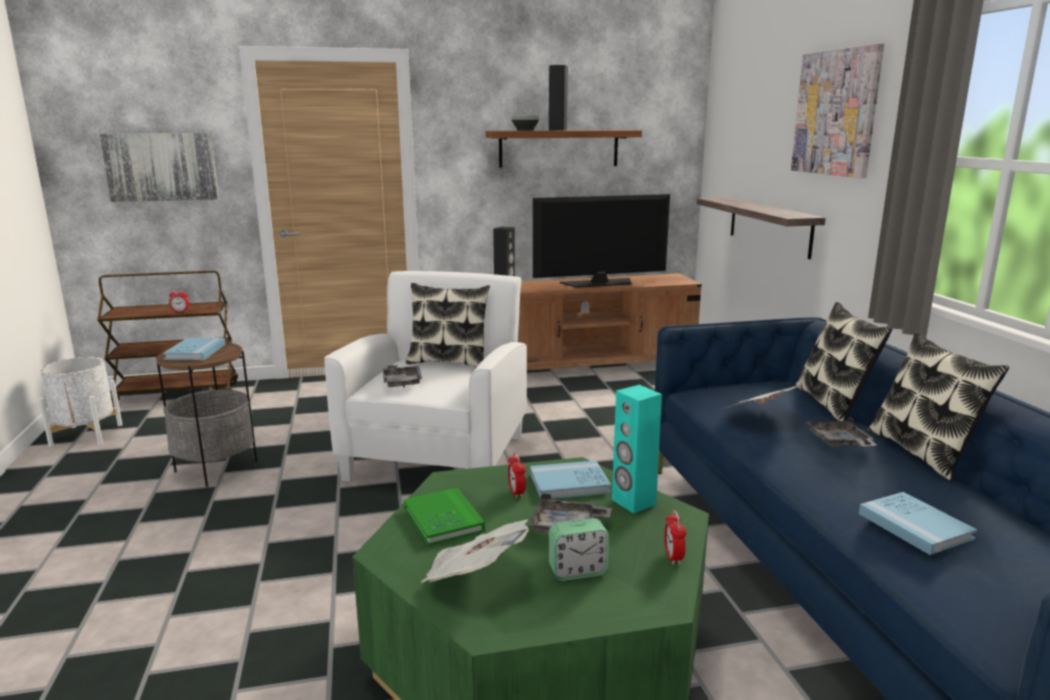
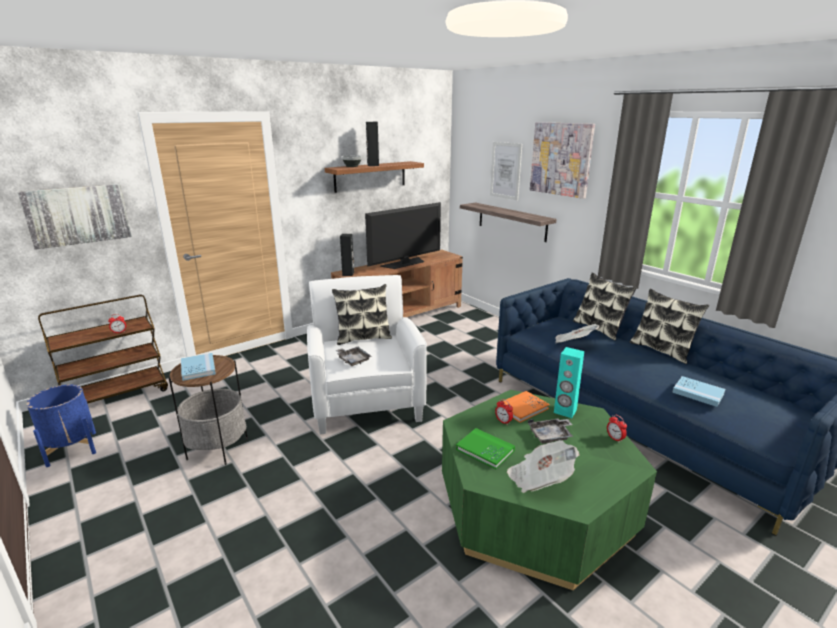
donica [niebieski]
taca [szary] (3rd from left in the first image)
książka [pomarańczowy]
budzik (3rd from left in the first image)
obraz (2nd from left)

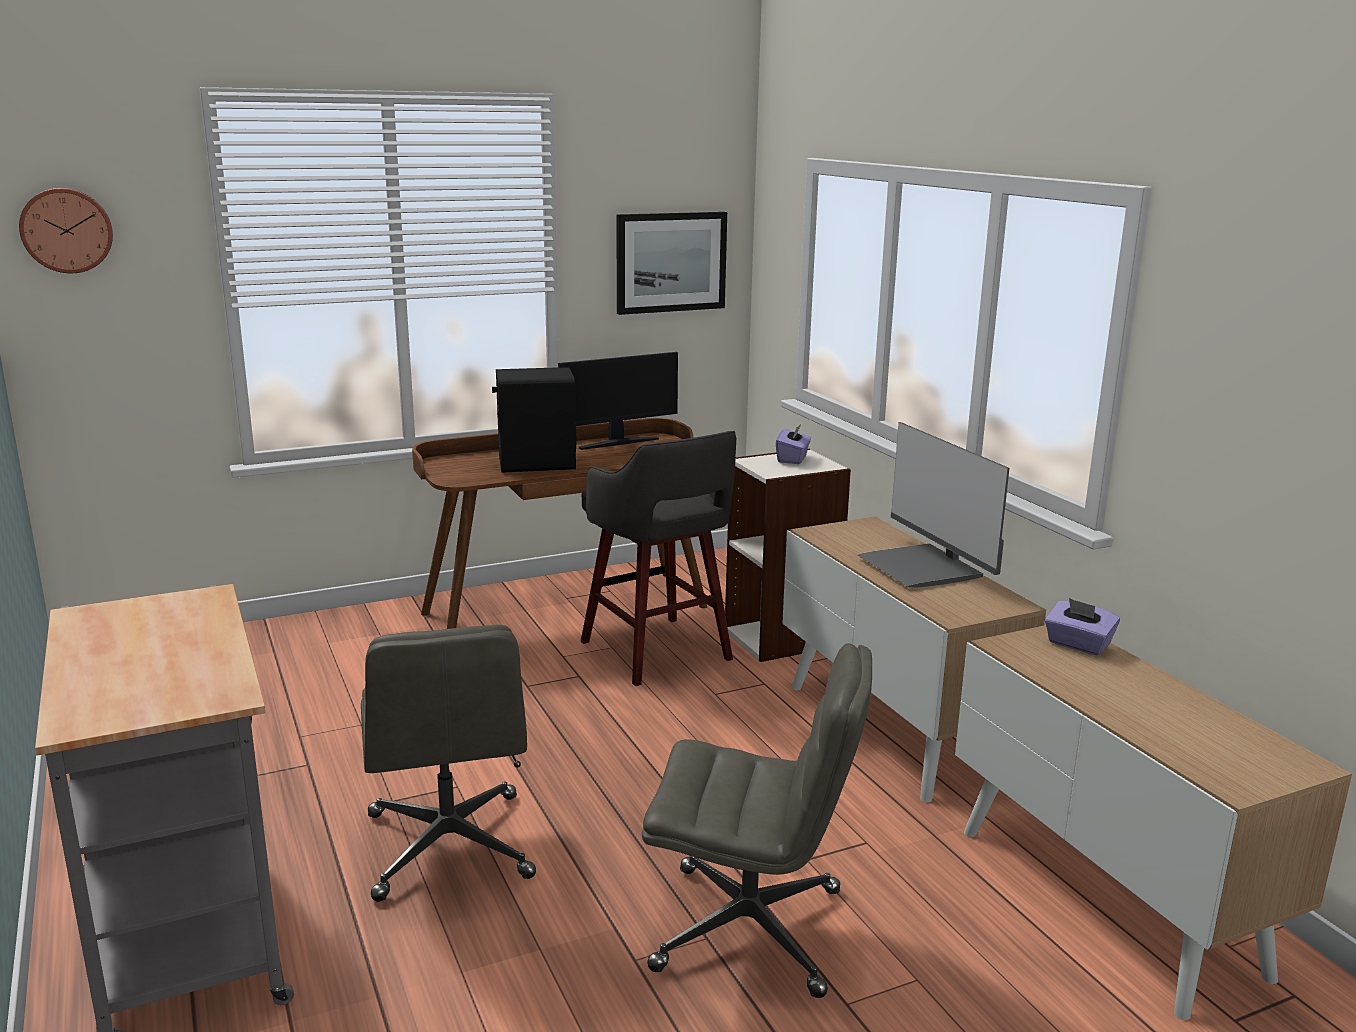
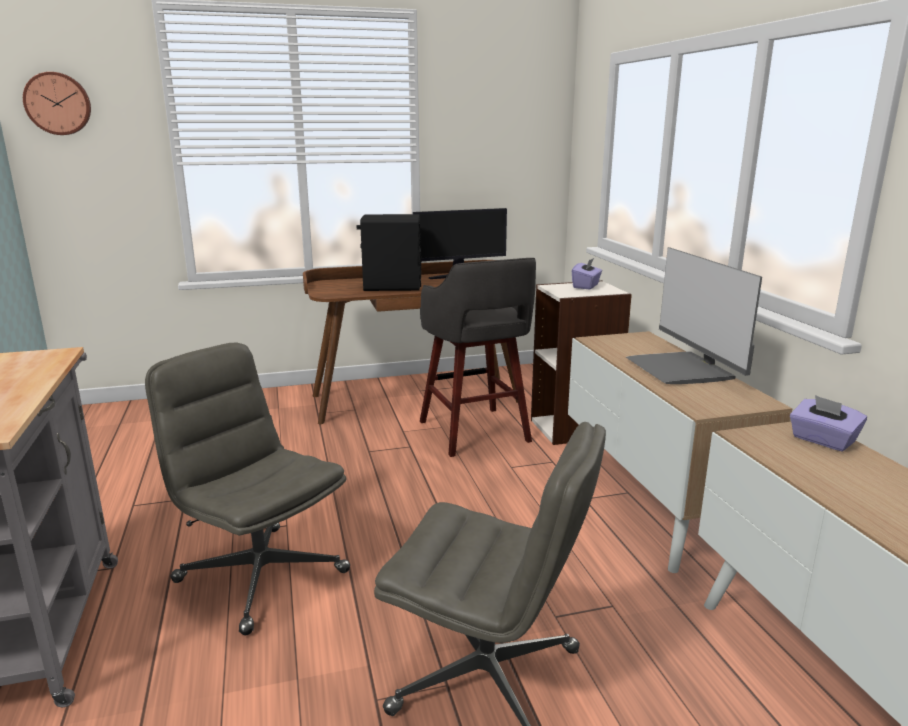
obraz
krzesło biurowe [szary] (1st from left)

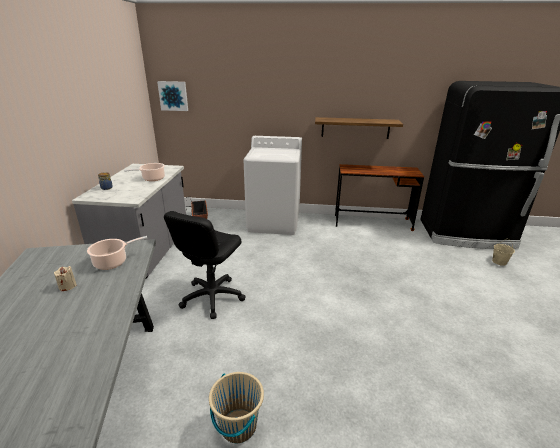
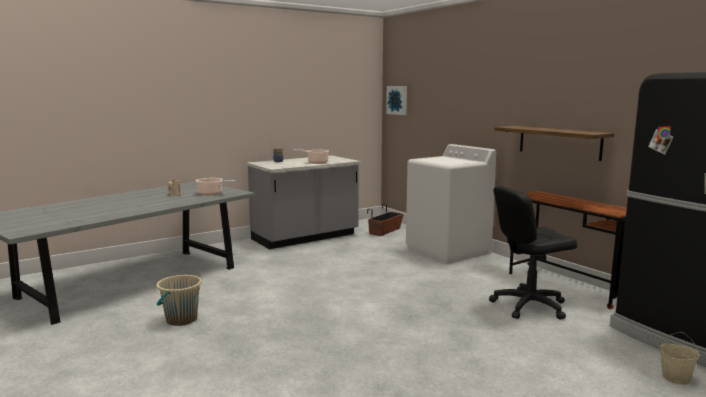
krzesło biurowe [czarny]

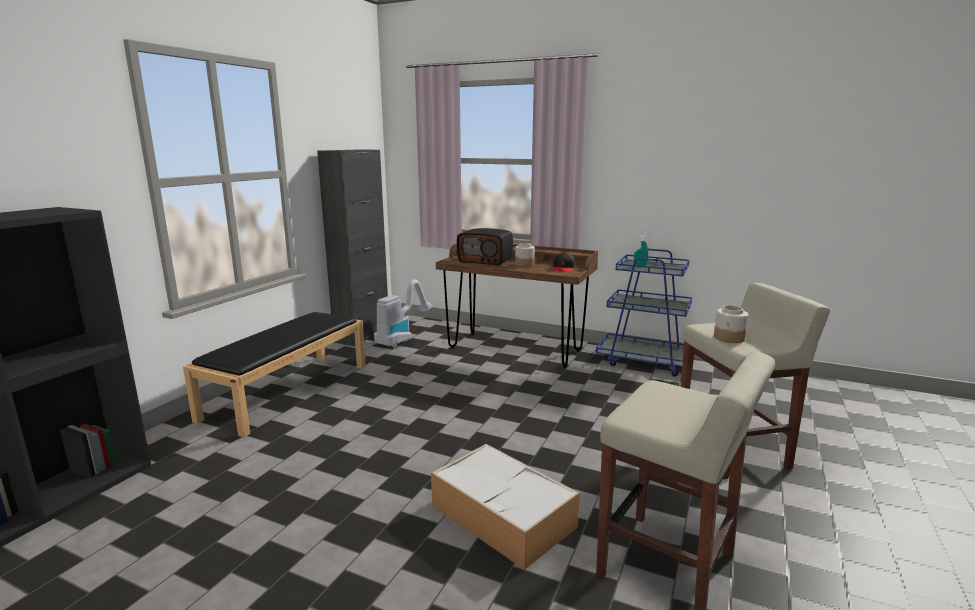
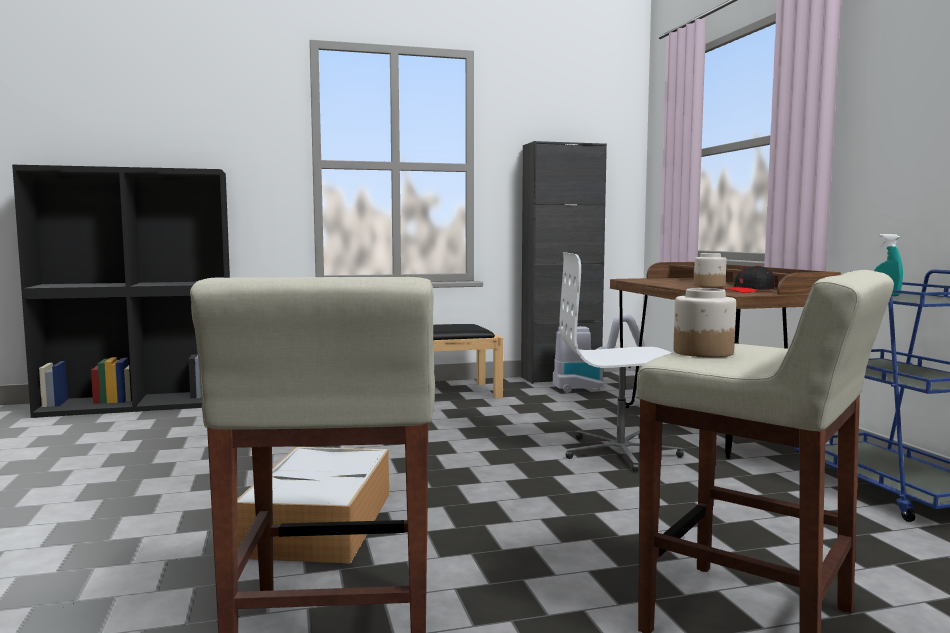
radio
krzesło biurowe [biały]

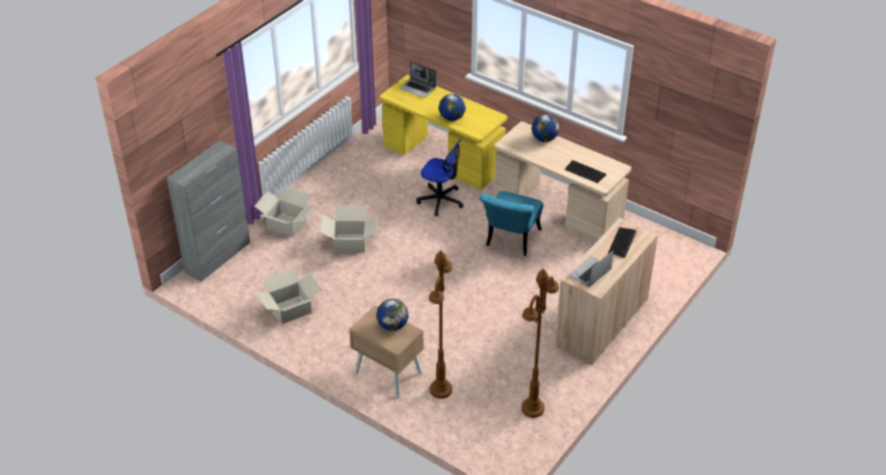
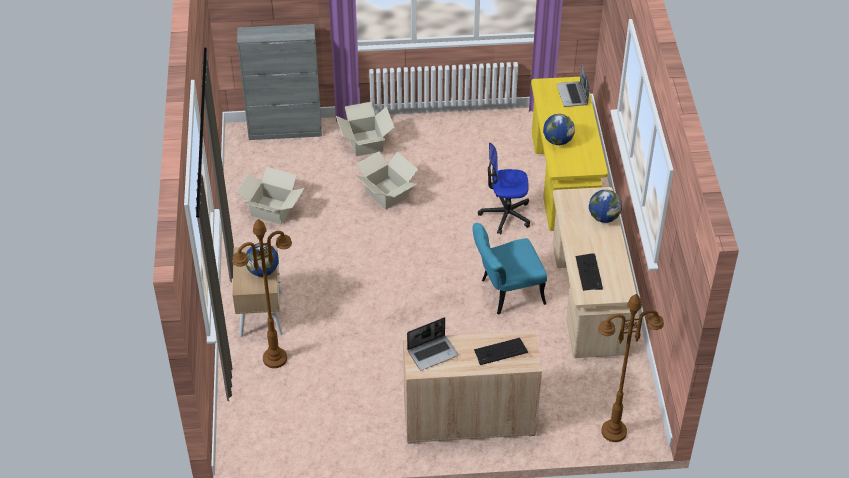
krzesło biurowe
laptop (1st from left)
lampa stojąca [brązowy] (2nd from left)

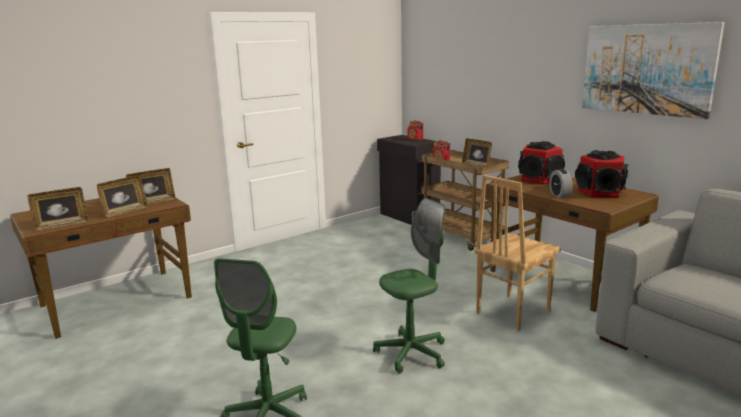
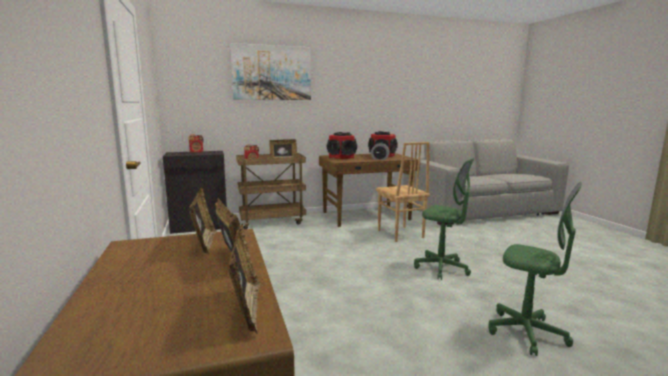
obraz
krzesło biurowe [zielony] (1st from left)

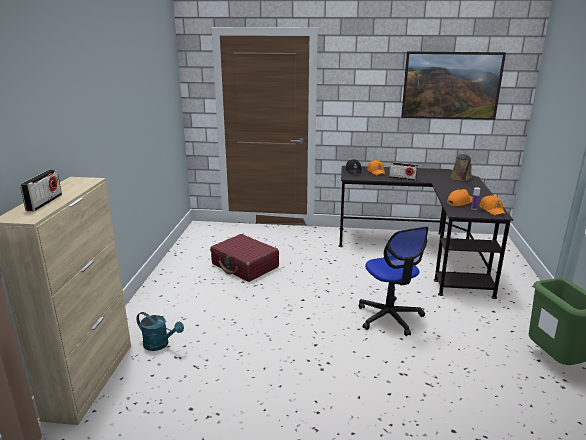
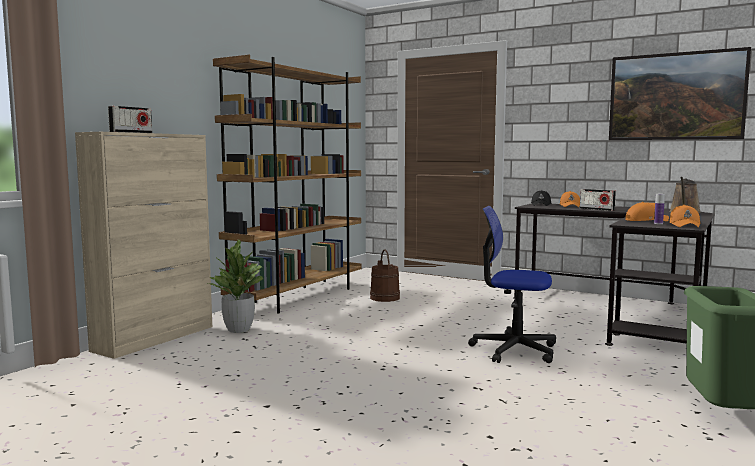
krzesło biurowe
wiadro [brązowy]
roślina doniczkowa
regał [brązowy]

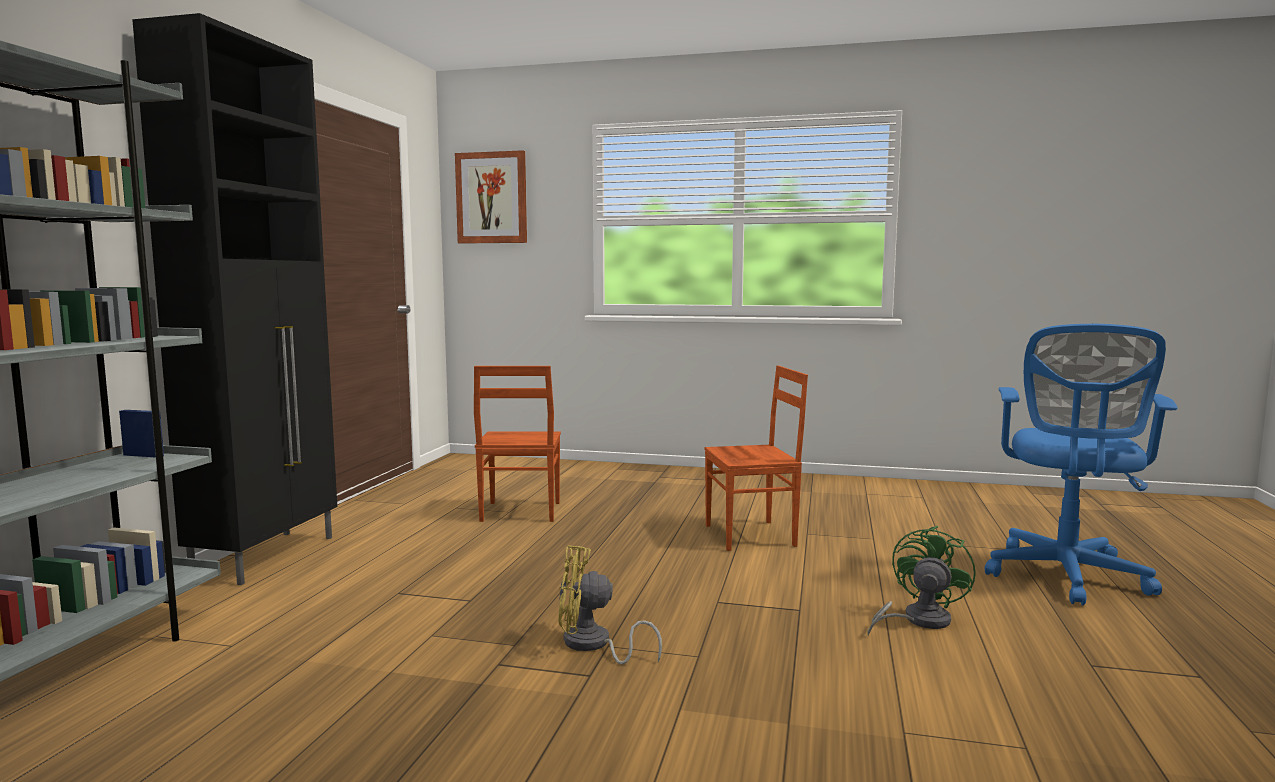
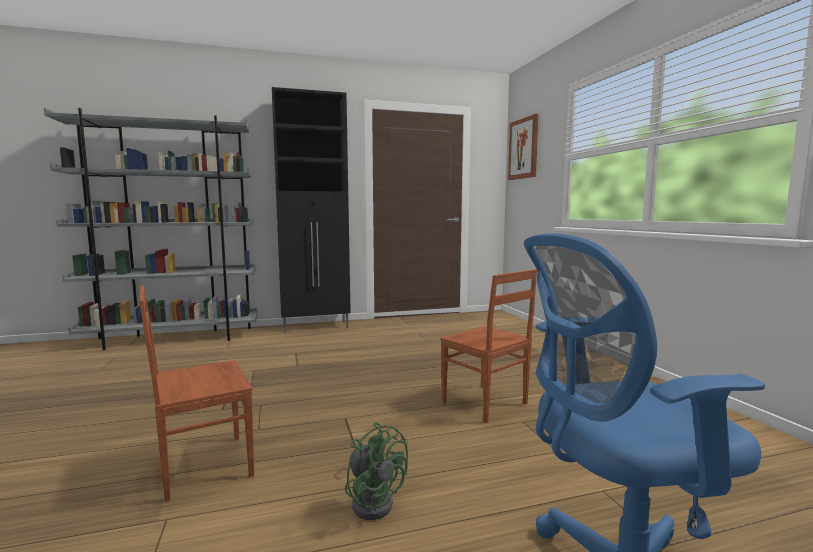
krzesło [brązowy] (1st from left)
wentylator [zielony]
wentylator [żółty]

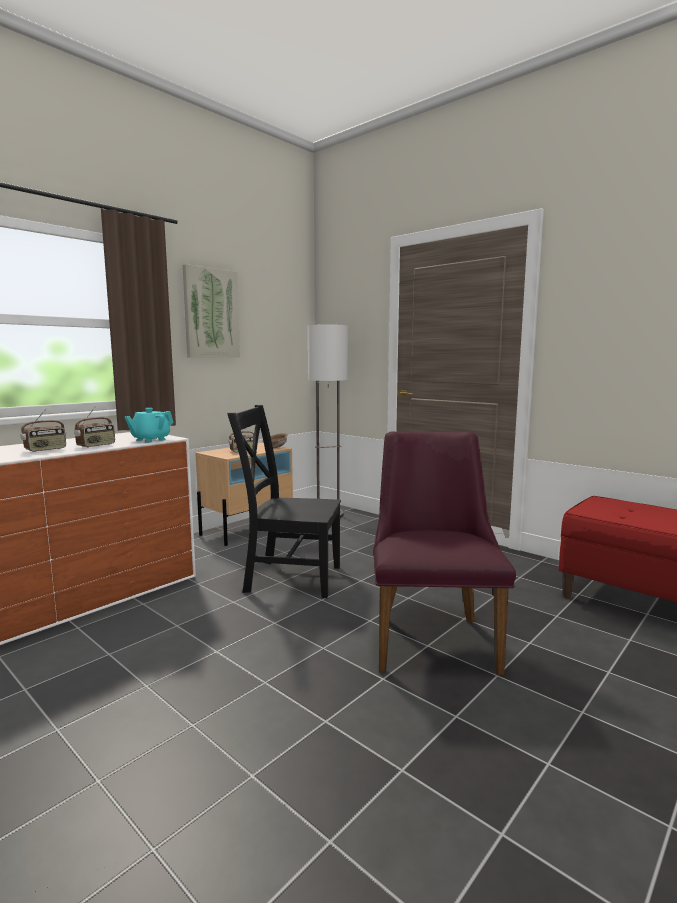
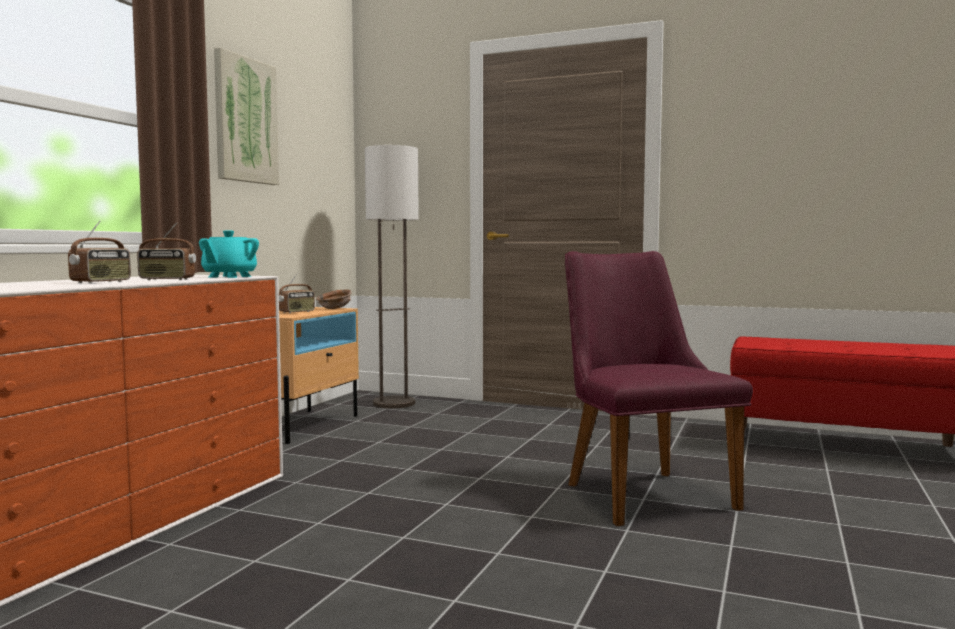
krzesło [czarny]
radio (2nd from left)

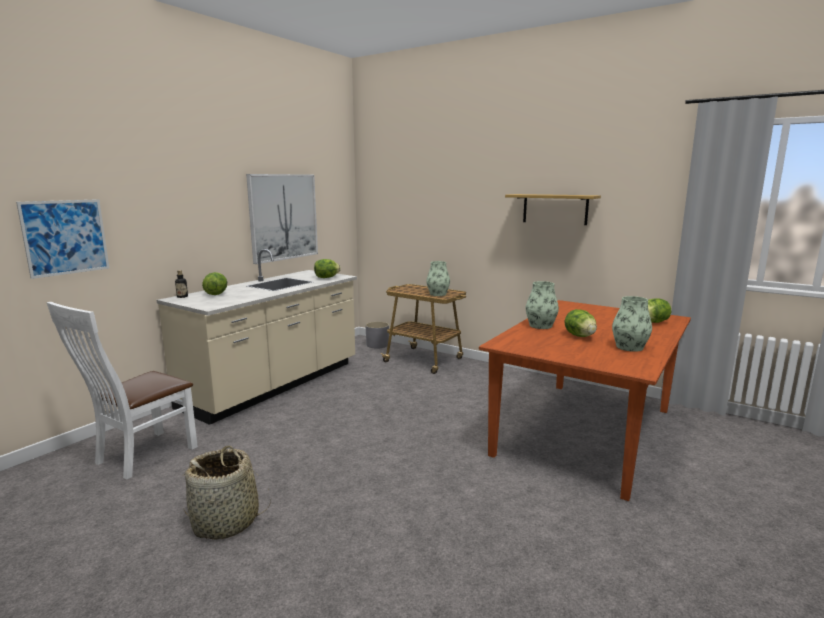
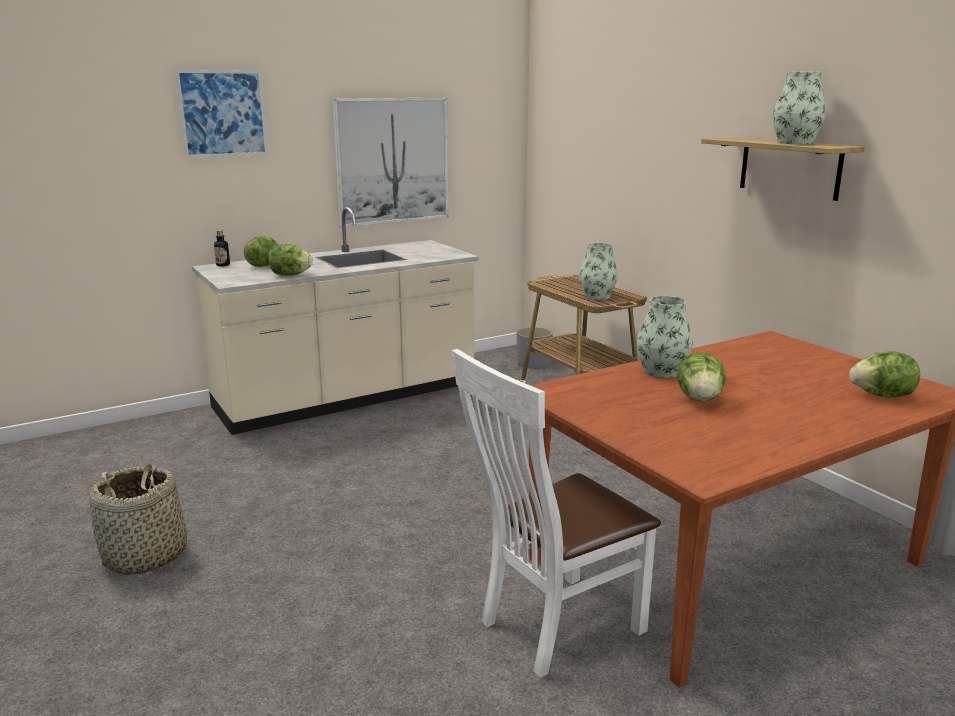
obraz (1st from left)
sałata (2nd from left)
wazon (3rd from left)
krzesło [biały]

